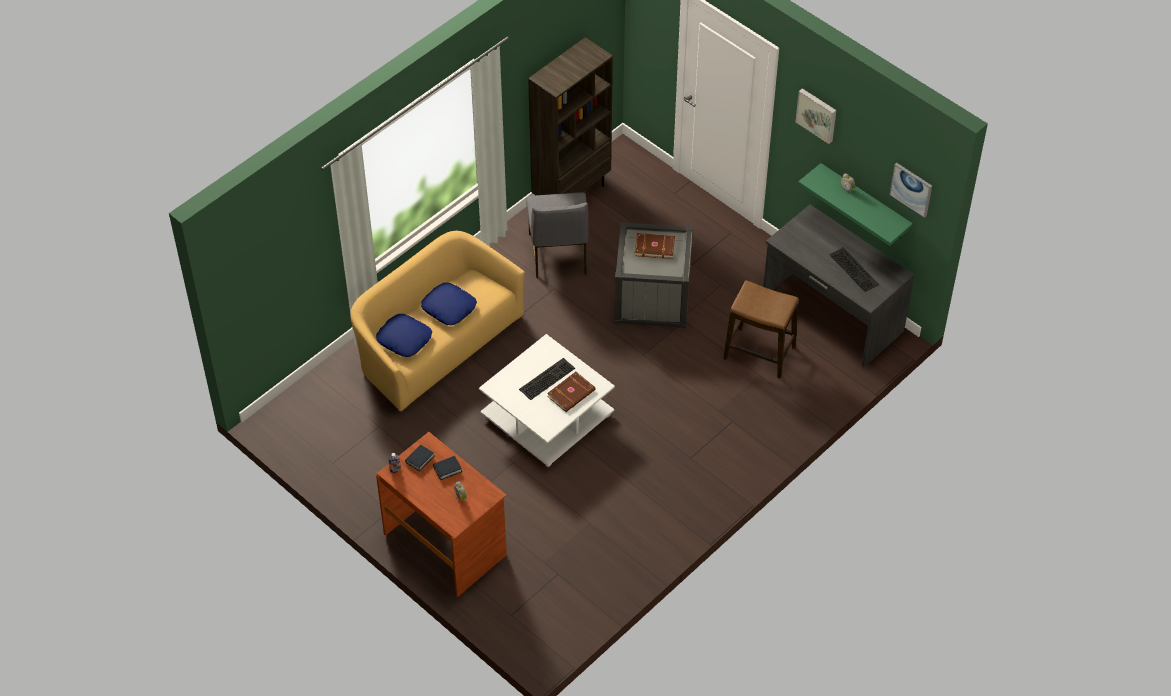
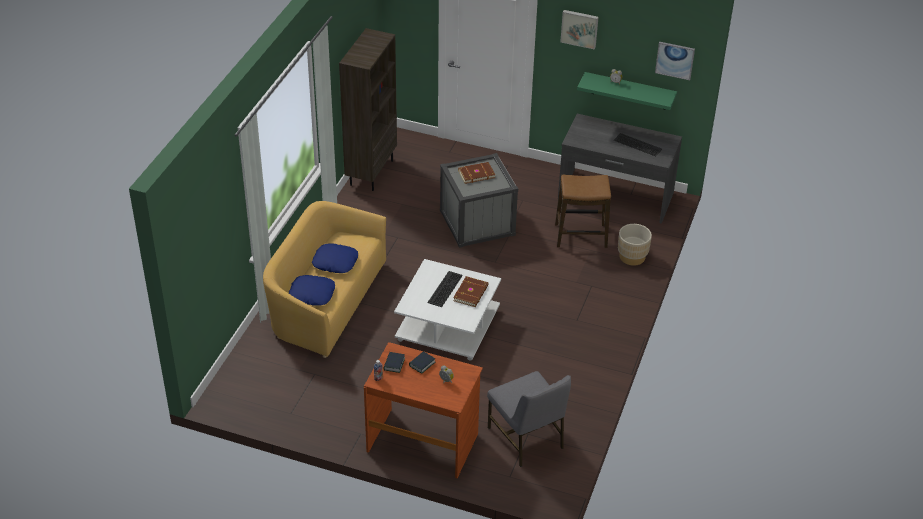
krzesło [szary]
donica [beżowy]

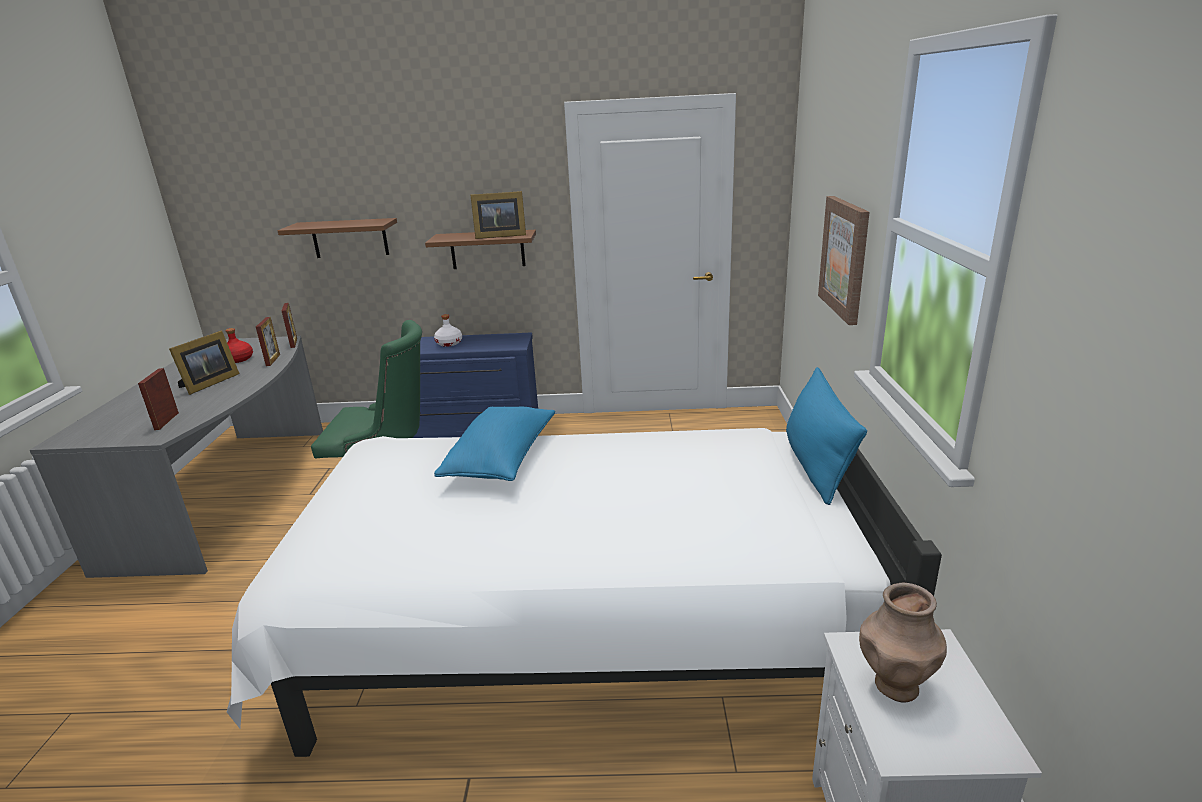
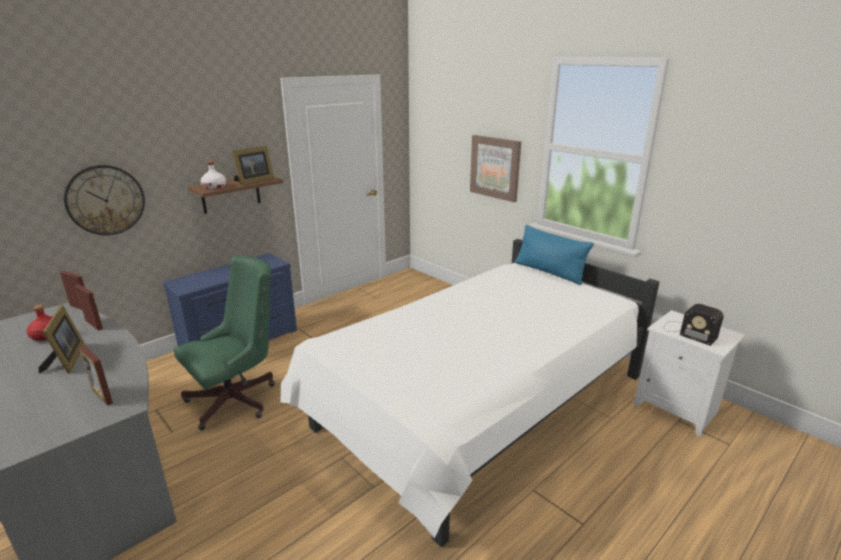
zegar ścienny
butelka [biały]
poduszka [niebieski] (1st from left in the first image)
radio

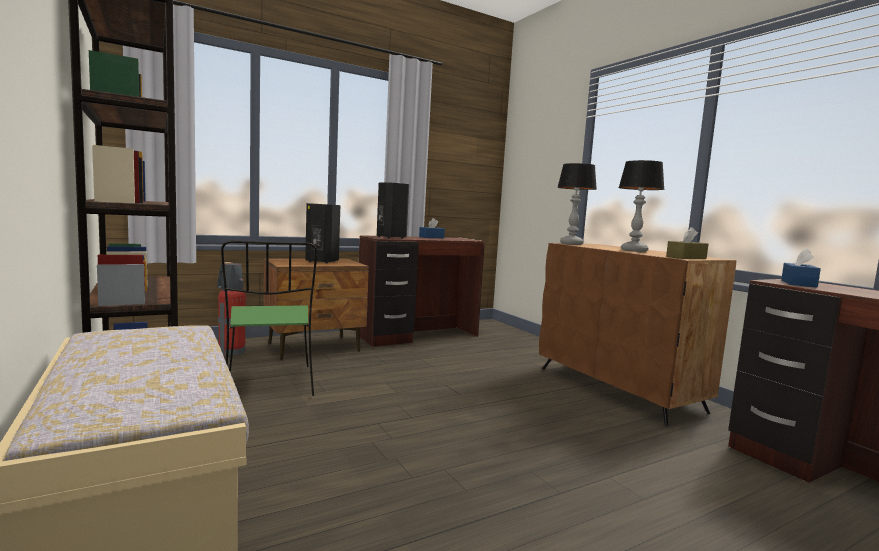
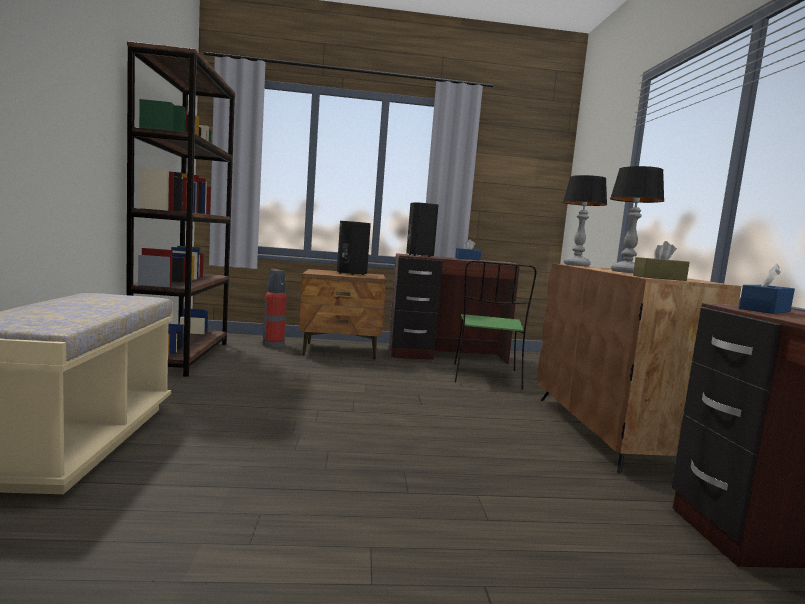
krzesło [zielony]

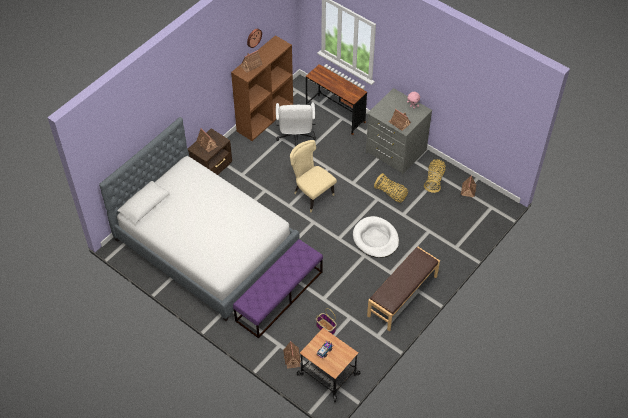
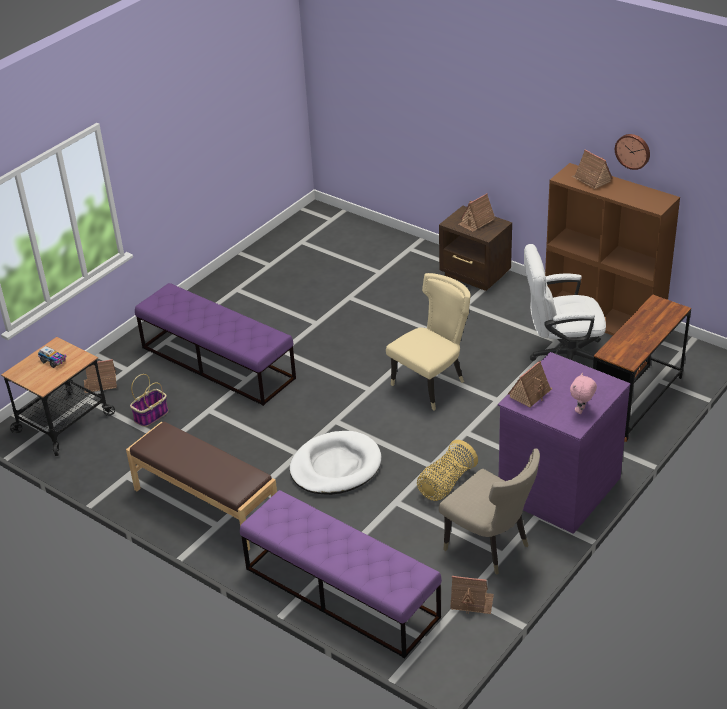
komoda [fioletowy]
łóżko
krzesło [beżowy] (2nd from left)
ławka [fioletowy] (2nd from left)

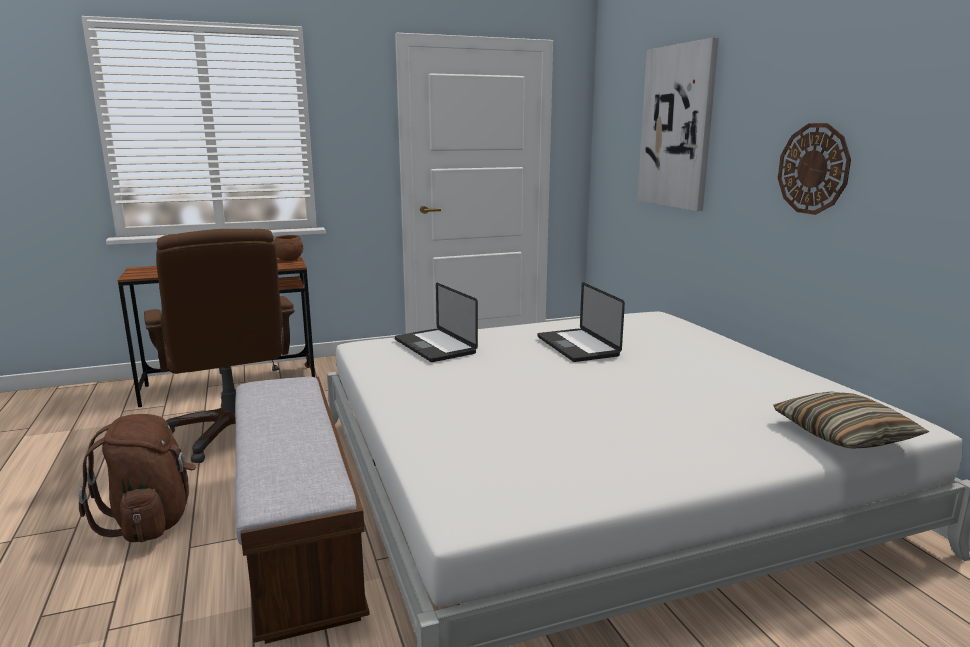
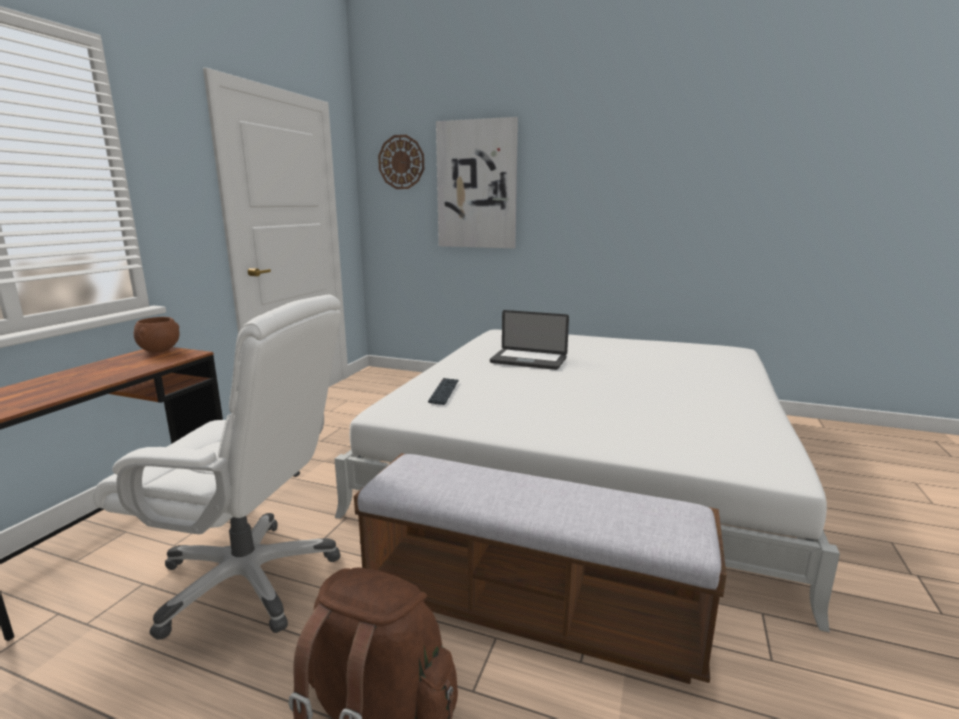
zegar ścienny
krzesło biurowe [biały]
klawiatura
poduszka

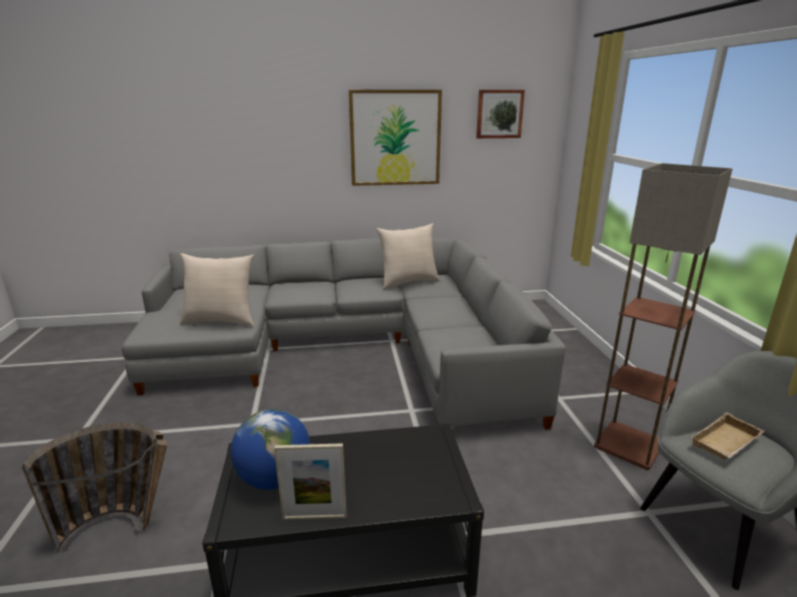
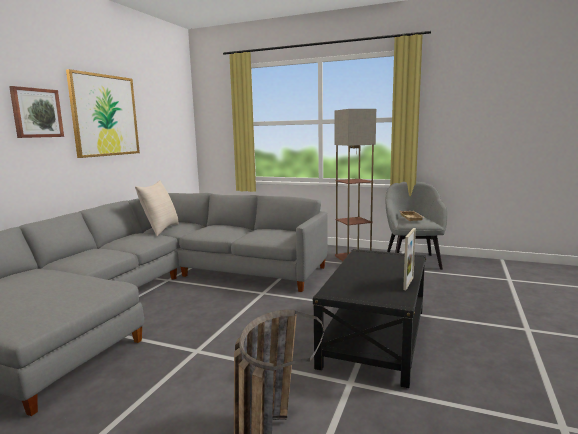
obraz (1st from left)
poduszka [beżowy] (1st from left in the first image)
globus

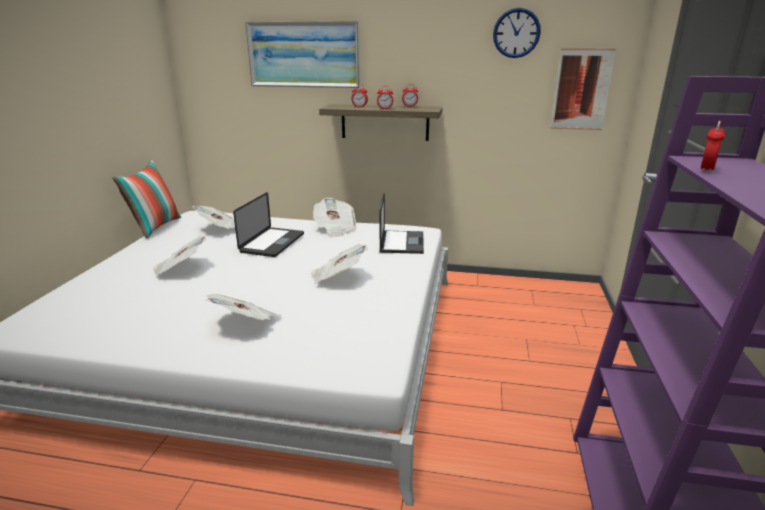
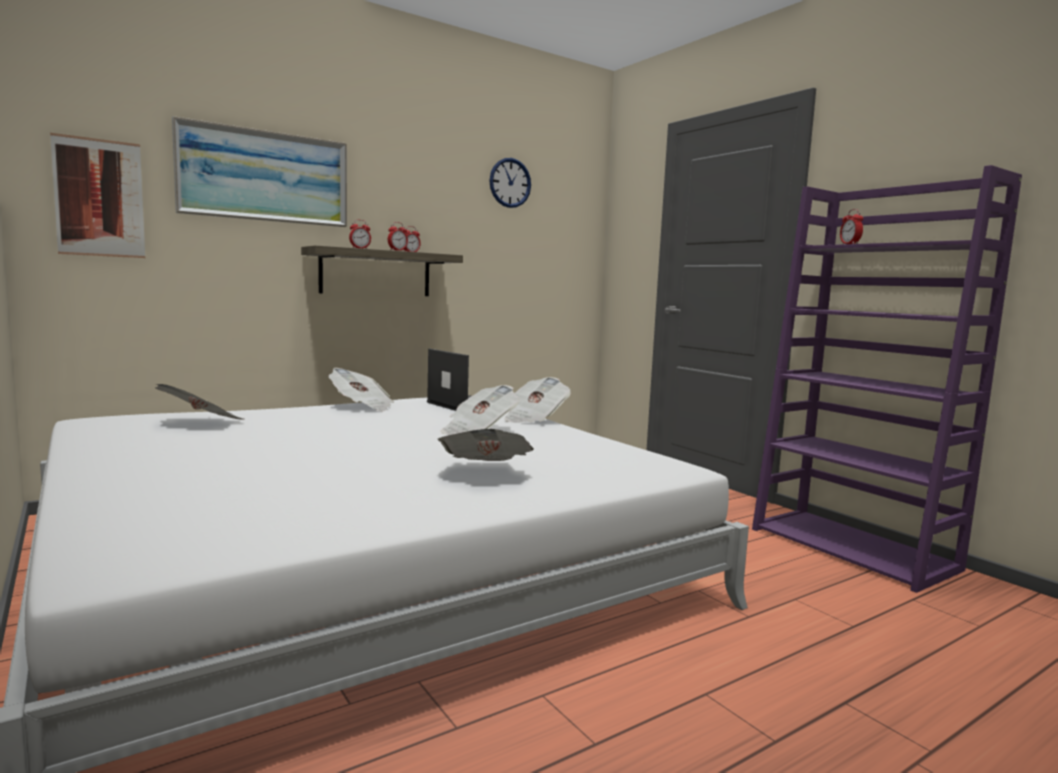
obraz (1st from left)
poduszka
laptop (1st from left in the first image)
gazeta (5th from left)

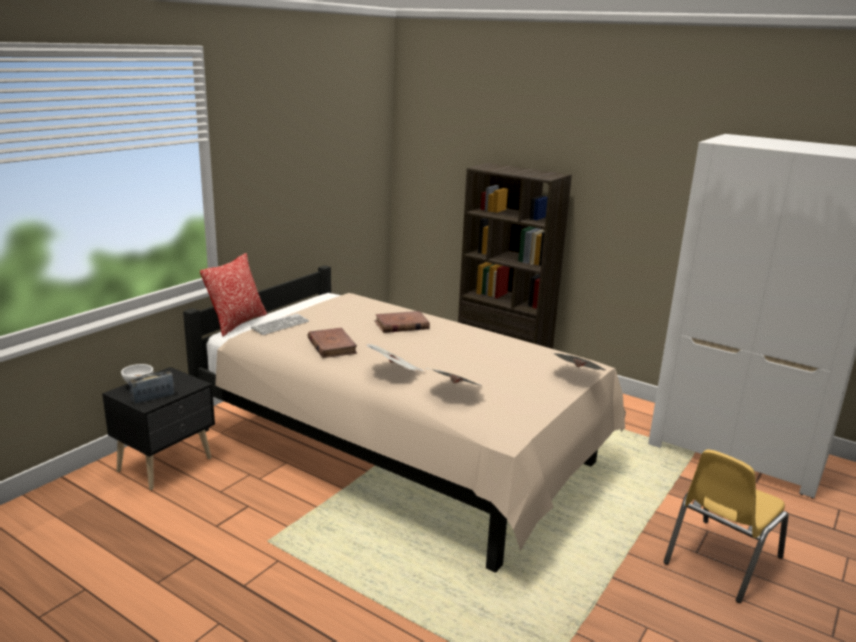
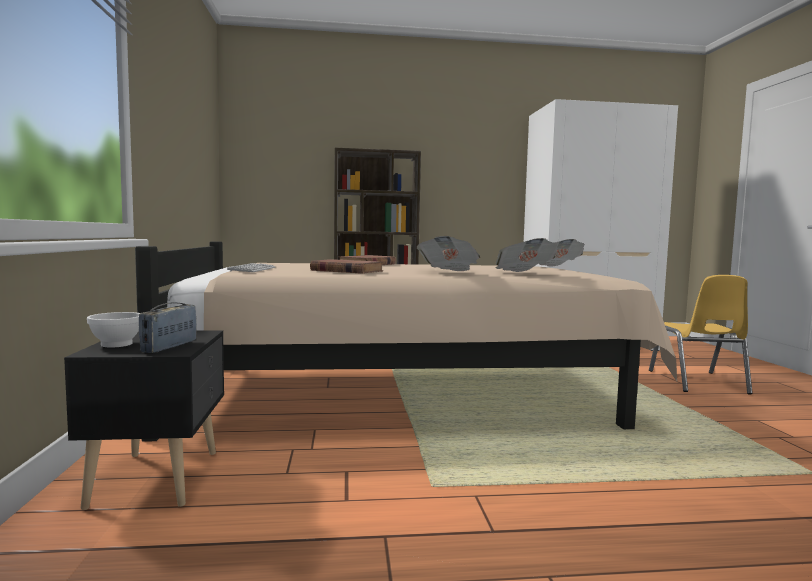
poduszka

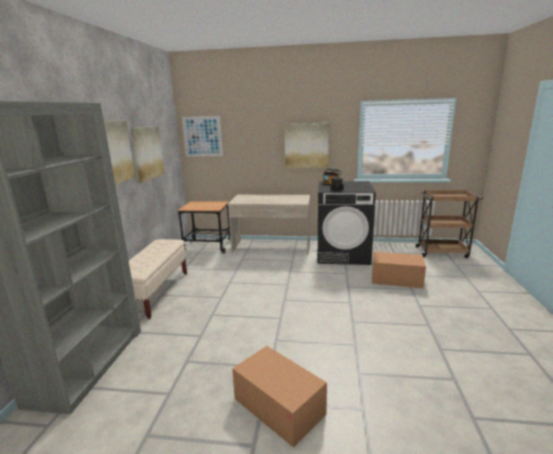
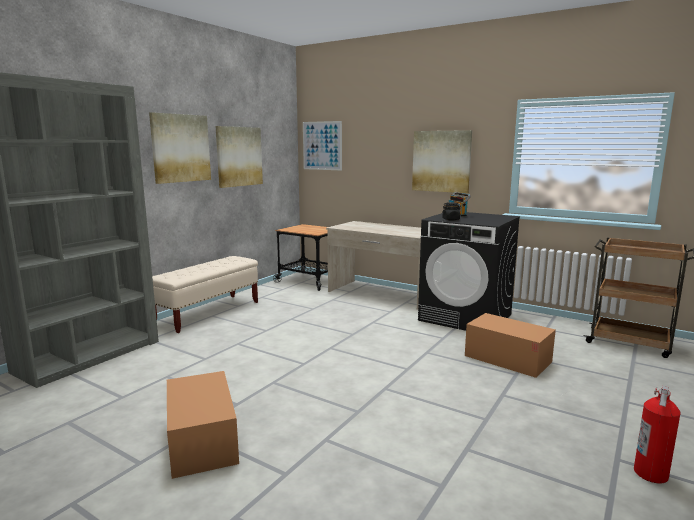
gaśnica

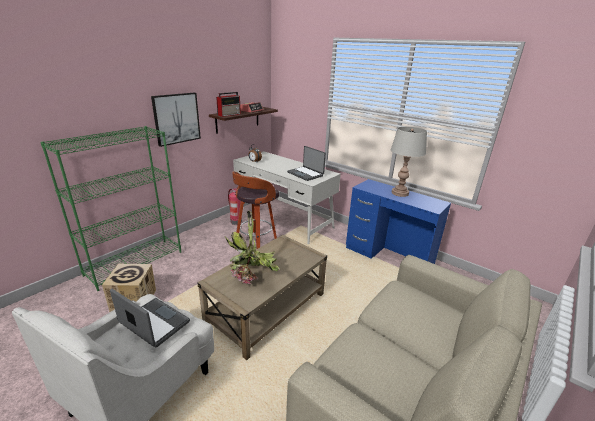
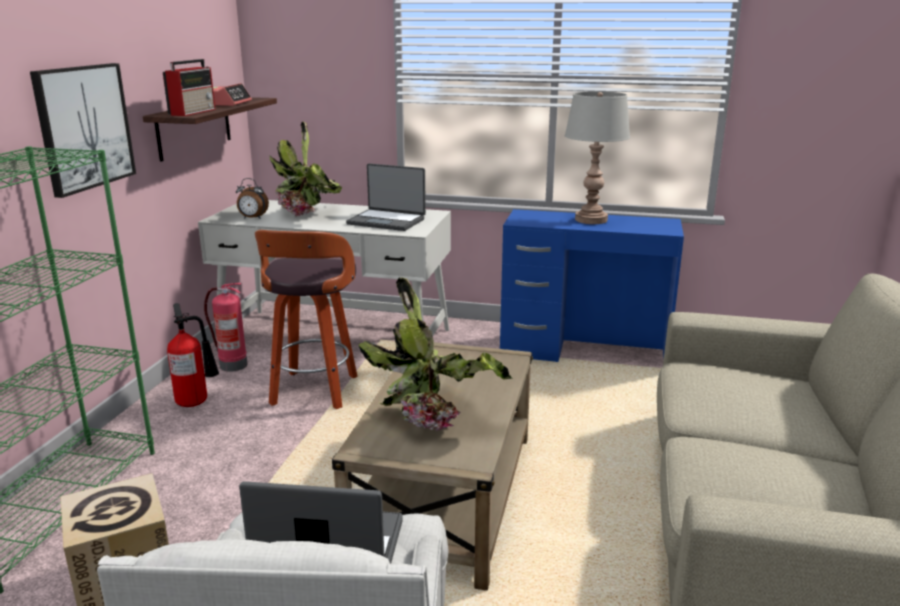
roślina doniczkowa (1st from left)
gaśnica (1st from left)

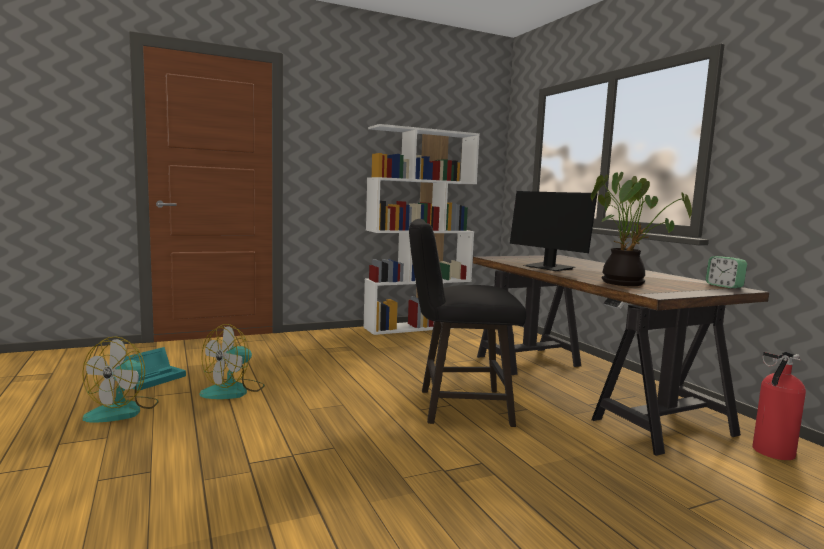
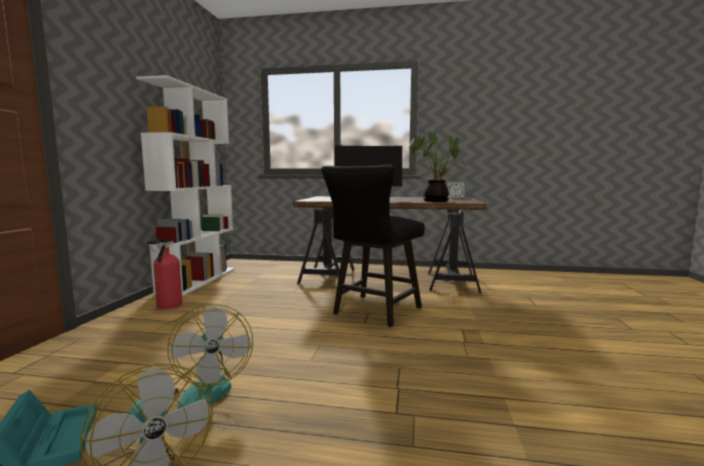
gaśnica

